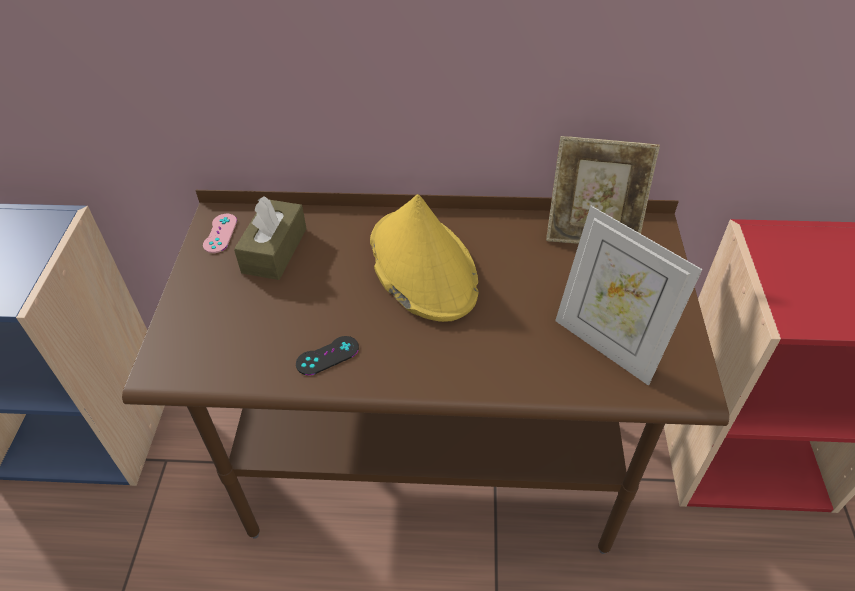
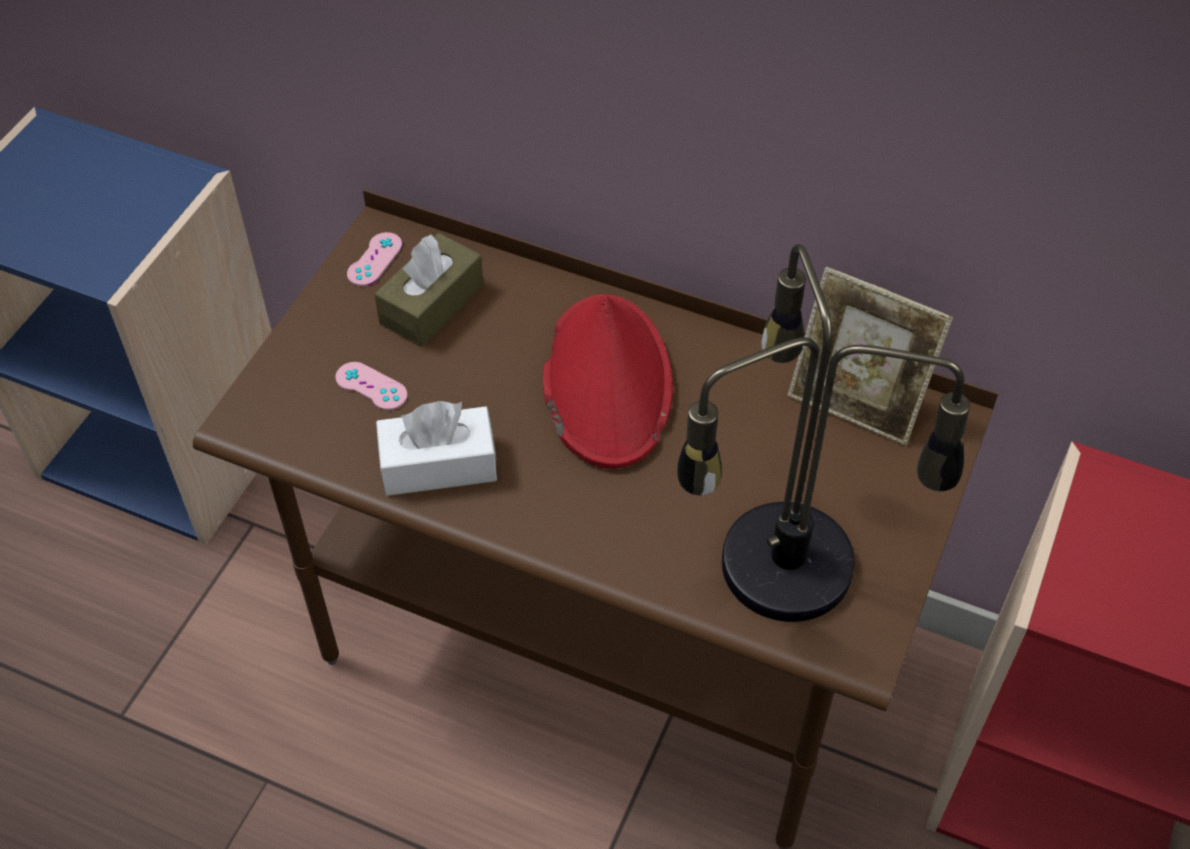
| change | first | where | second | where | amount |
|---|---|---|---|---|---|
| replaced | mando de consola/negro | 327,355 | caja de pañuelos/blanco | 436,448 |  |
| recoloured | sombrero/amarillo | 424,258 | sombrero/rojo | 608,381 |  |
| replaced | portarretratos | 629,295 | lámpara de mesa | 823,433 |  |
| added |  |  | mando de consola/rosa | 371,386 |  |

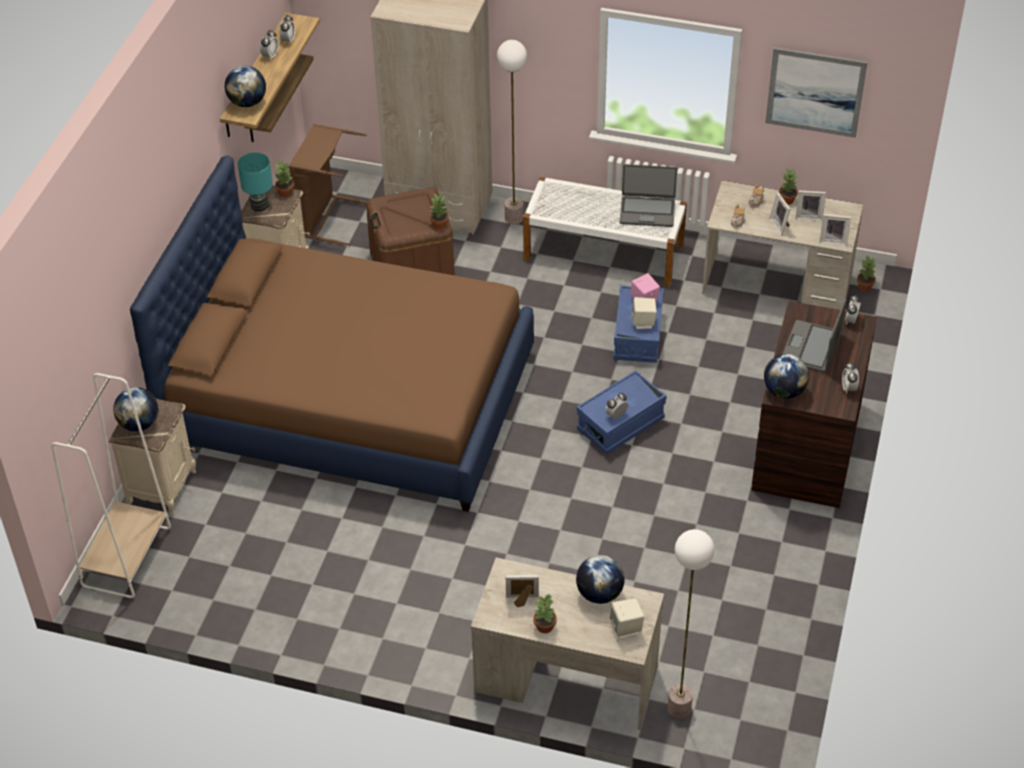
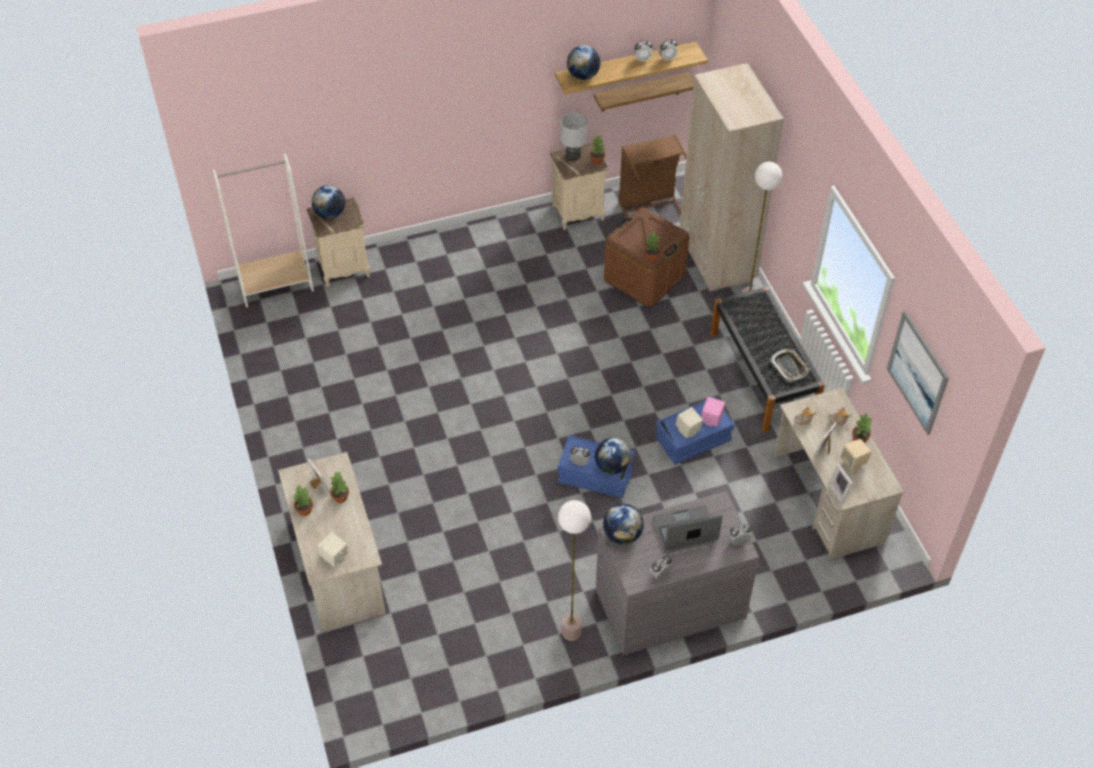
| change | first | where | second | where | amount |
|---|---|---|---|---|---|
| removed | cama/marrón | 332,333 |  |  |  |
| recoloured | lámpara de mesa/turquesa | 255,182 | lámpara de mesa/gris | 574,137 |  |
| recoloured | banco/blanco | 605,231 | banco/negro | 768,359 |  |
| moved | globo terráqueo | 600,579 |  | 613,456 |  |
| replaced | portátil | 648,195 | bandeja | 789,365 |  |
| moved | lámpara de pie | 691,624 |  | 574,570 |  |
| recoloured | cómoda/marrón | 814,404 | cómoda/gris | 677,573 |  |
| replaced | portarretratos | 810,206 | altavoz/beis | 855,455 |  |
| moved | planta en maceta | 866,273 |  | 339,487 |  |

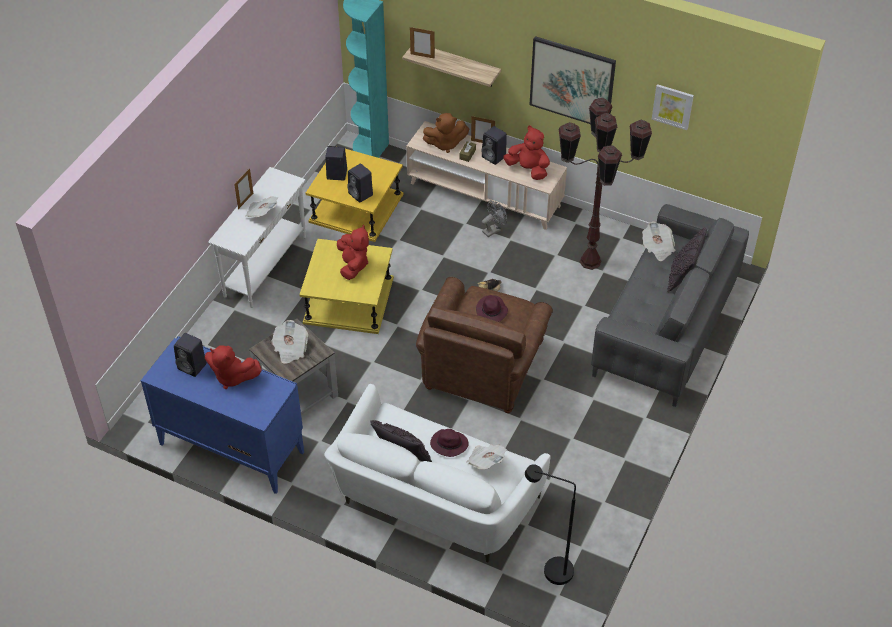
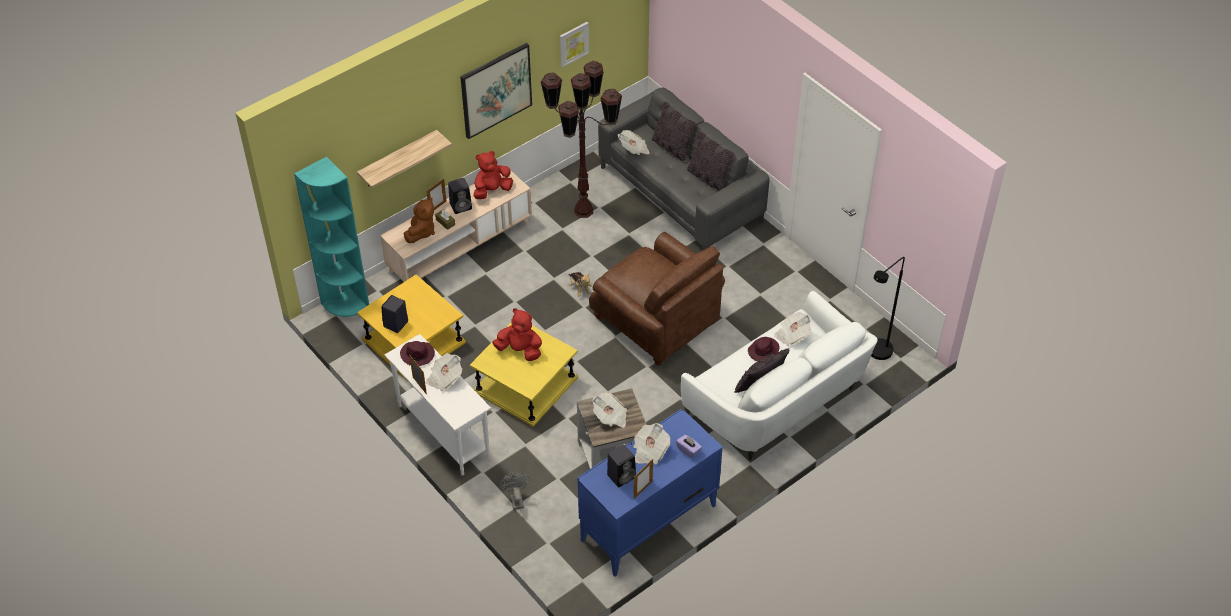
| change | first | where | second | where | amount |
|---|---|---|---|---|---|
| replaced | peluche/rojo | 233,367 | periódico | 651,444 |  |
| removed | altavoz/negro | 360,183 |  |  |  |
| moved | portarretratos | 422,43 |  | 643,479 |  |
| moved | sombrero/morado | 492,308 |  | 417,353 |  |
| moved | ventilador/gris | 494,219 |  | 514,491 |  |
| added |  |  | caja de pañuelos/morado | 689,446 |  |
| added |  |  | cojín/negro | 710,161 |  |

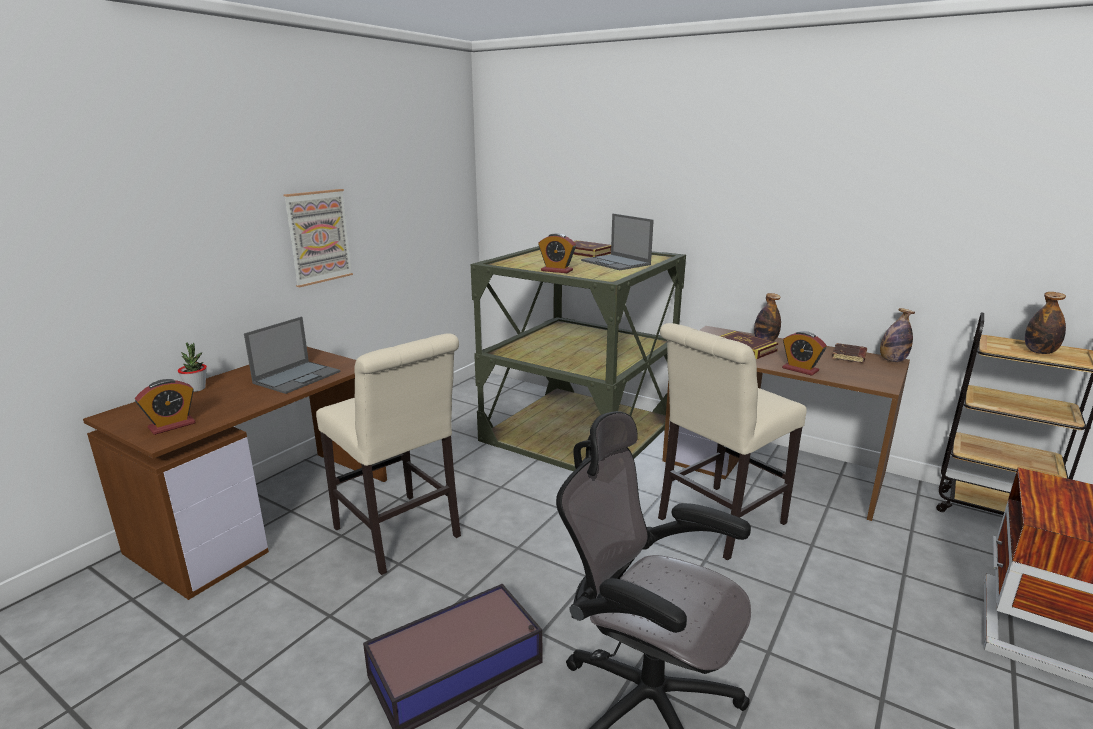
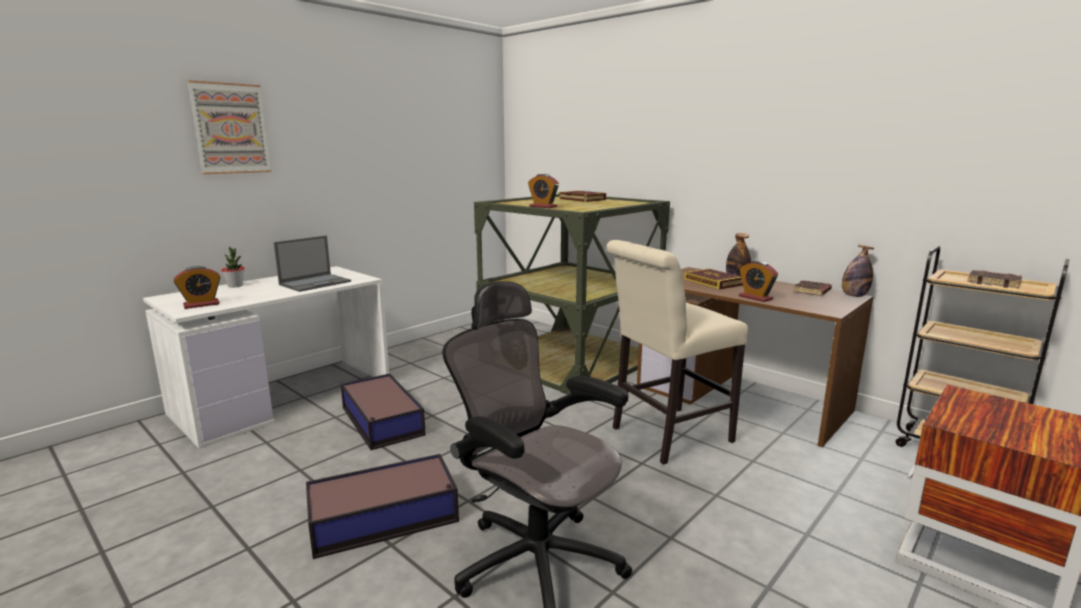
| change | first | where | second | where | amount |
|---|---|---|---|---|---|
| recoloured | escritorio/marrón | 235,473 | escritorio/blanco | 266,357 |  |
| moved | cuadro | 318,238 |  | 229,127 |  |
| replaced | taburete/beis | 388,454 | caja de almacenaje | 383,412 |  |
| removed | portátil | 617,242 |  |  |  |
| replaced | botella | 1045,323 | libro/marrón | 994,279 |  |

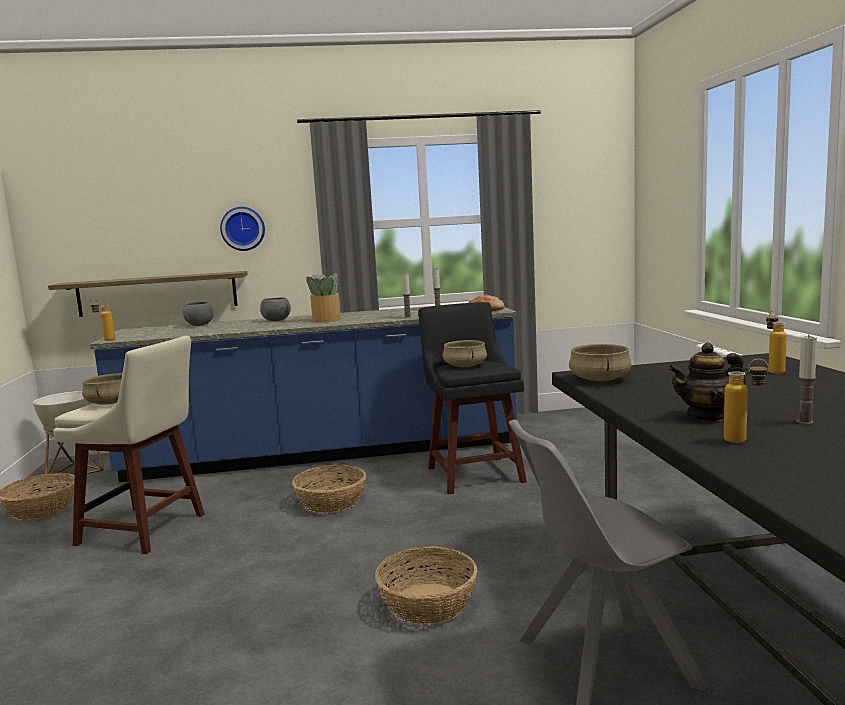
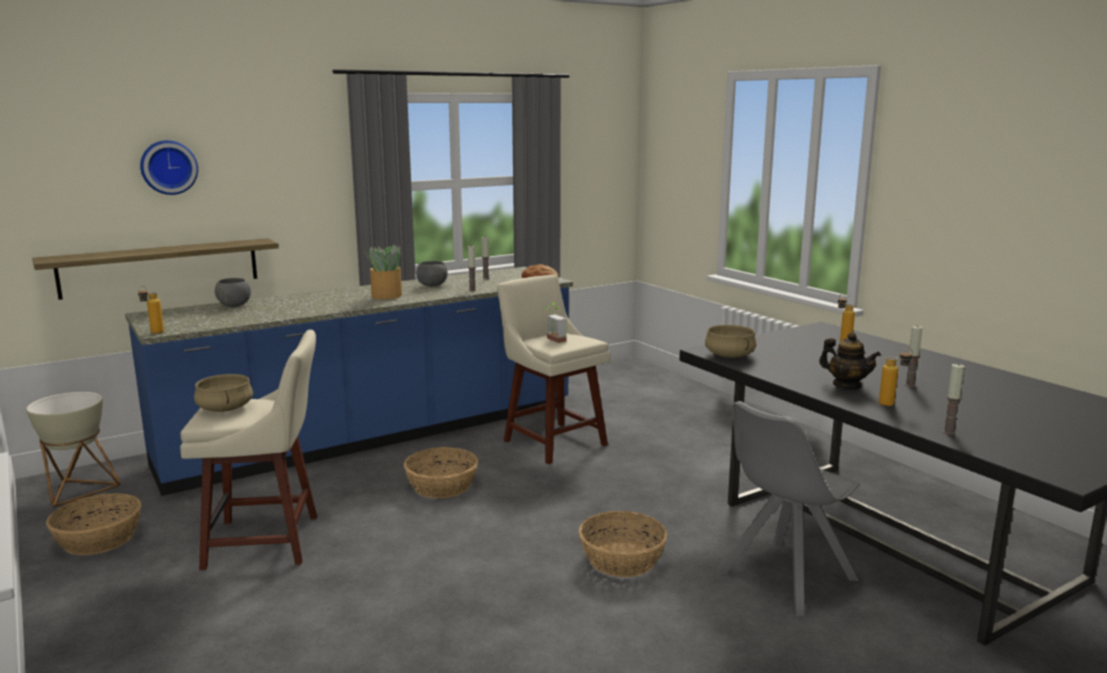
| change | first | where | second | where | amount |
|---|---|---|---|---|---|
| moved | reloj de pared | 242,229 |  | 169,167 |  |
| moved | cuenco/gris | 275,309 |  | 432,273 |  |
| recoloured | taburete/negro | 472,398 | taburete/beis | 553,369 |  |
| replaced | olla/beis | 465,353 | planta en maceta | 555,323 |  |
| turned | tetera | 707,382 |  | 850,360 | 105 degrees counterclockwise |
| added |  |  | vela | 954,399 |  |

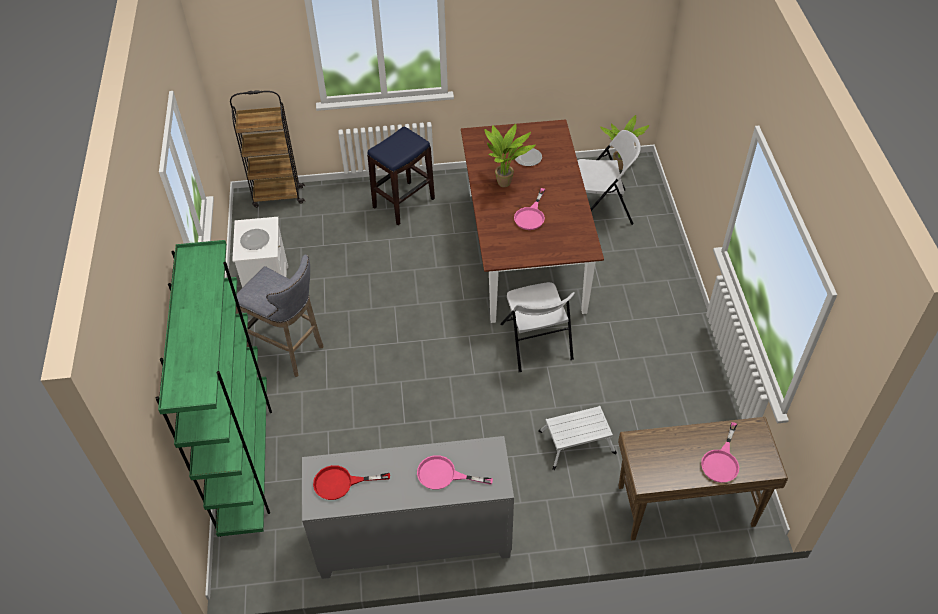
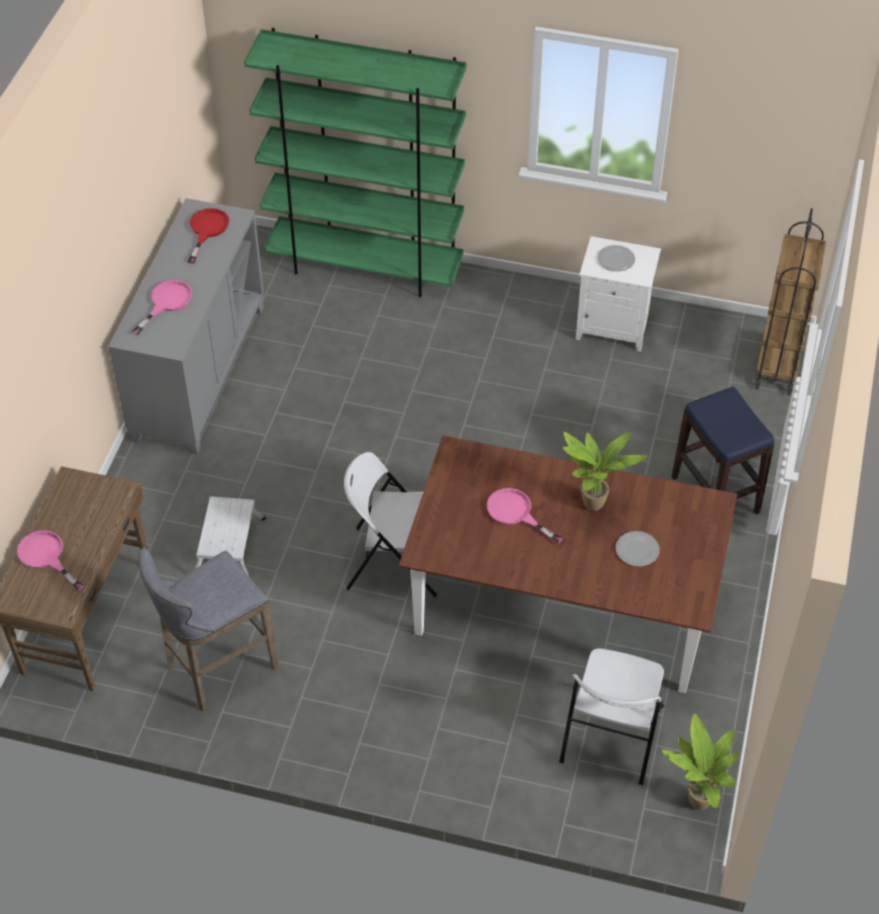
| change | first | where | second | where | amount |
|---|---|---|---|---|---|
| moved | taburete/gris | 279,316 |  | 208,629 |  |

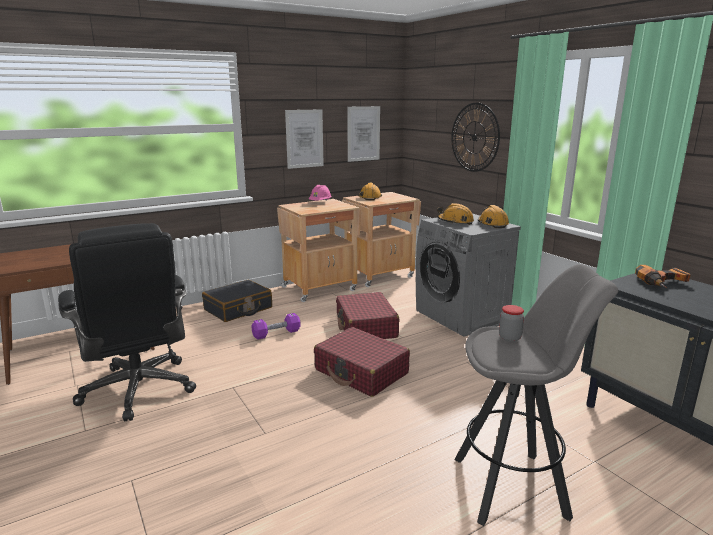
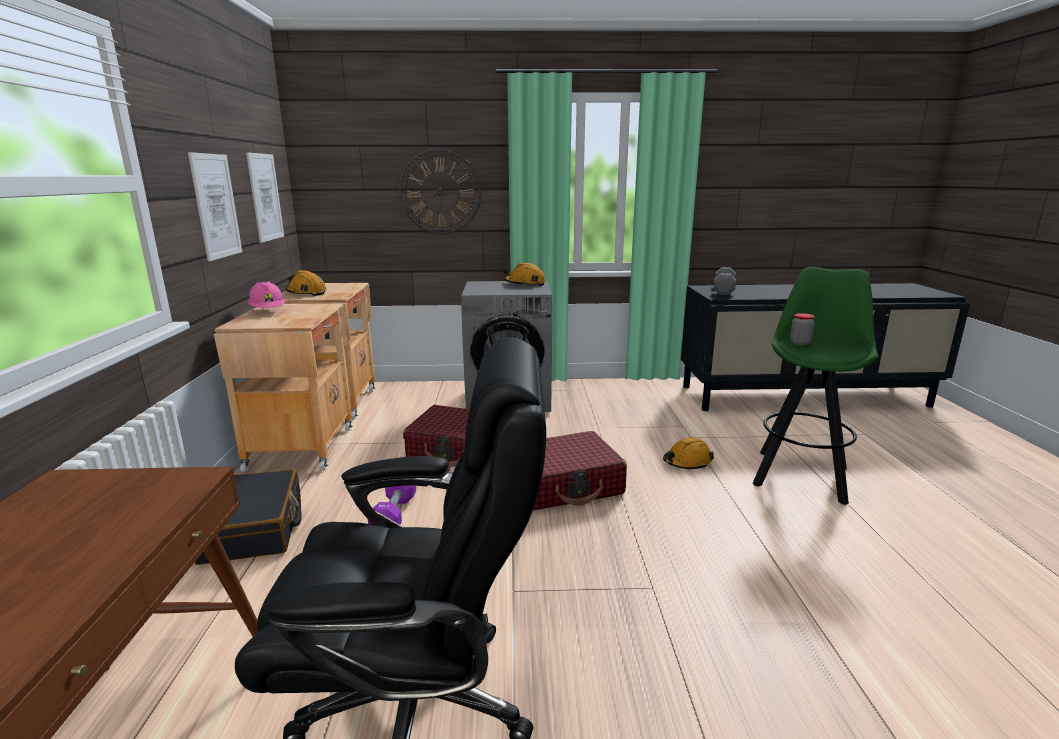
| change | first | where | second | where | amount |
|---|---|---|---|---|---|
| moved | casco/naranja | 455,214 |  | 688,453 |  |
| recoloured | taburete/gris | 536,395 | taburete/verde | 815,386 |  |
| replaced | taladro | 663,276 | mancuerna/gris | 725,281 |  |

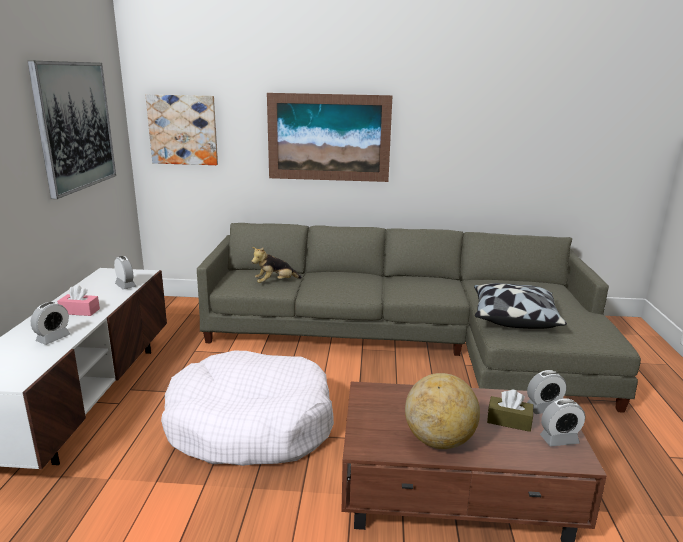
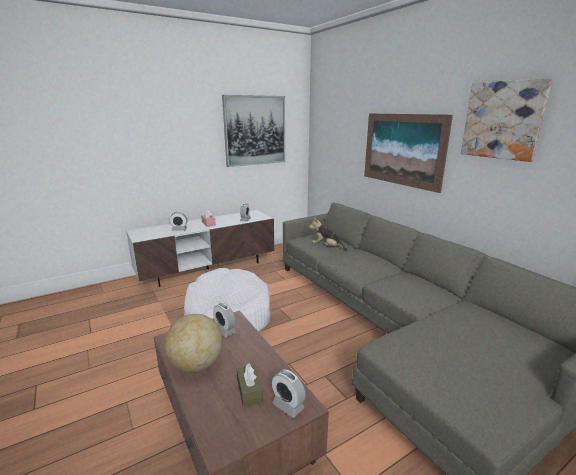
| change | first | where | second | where | amount |
|---|---|---|---|---|---|
| moved | cuadro | 182,129 |  | 507,120 |  |
| removed | cojín | 520,306 |  |  |  |
| moved | despertador | 562,422 |  | 225,320 |  |

